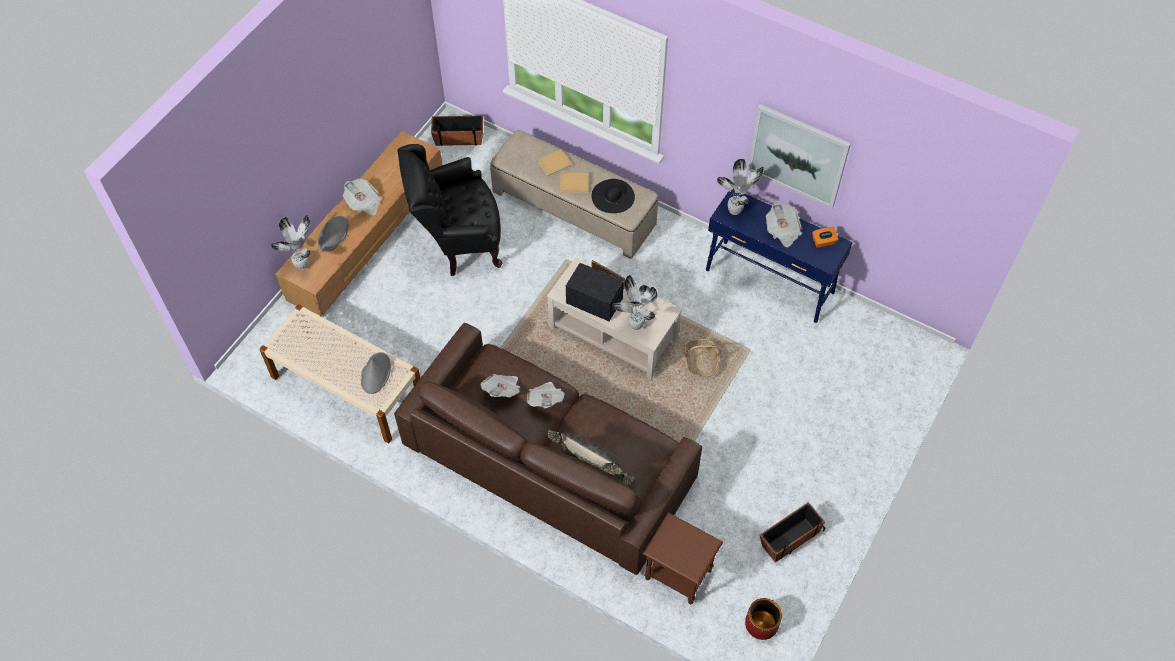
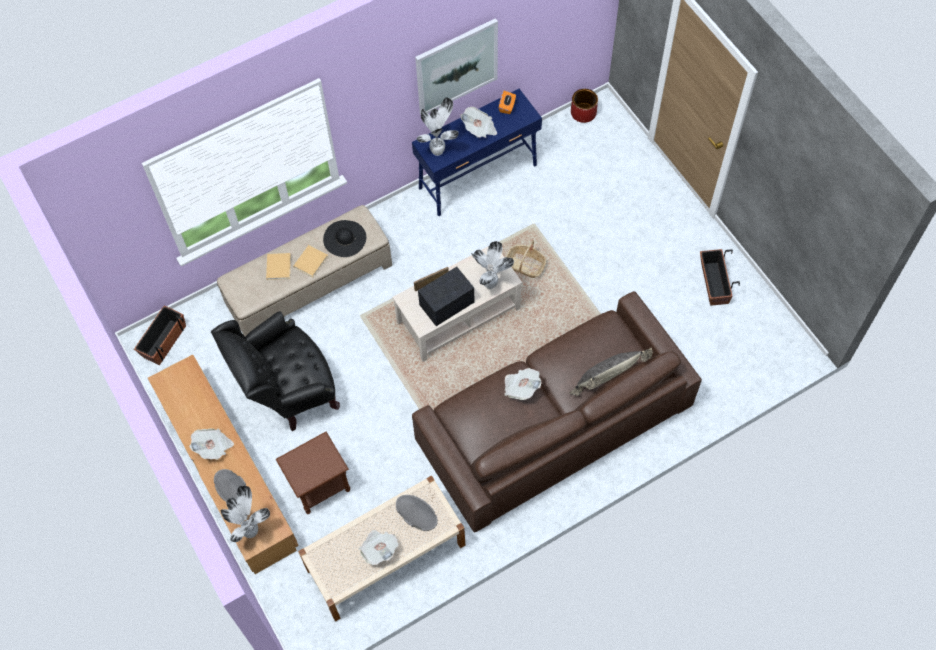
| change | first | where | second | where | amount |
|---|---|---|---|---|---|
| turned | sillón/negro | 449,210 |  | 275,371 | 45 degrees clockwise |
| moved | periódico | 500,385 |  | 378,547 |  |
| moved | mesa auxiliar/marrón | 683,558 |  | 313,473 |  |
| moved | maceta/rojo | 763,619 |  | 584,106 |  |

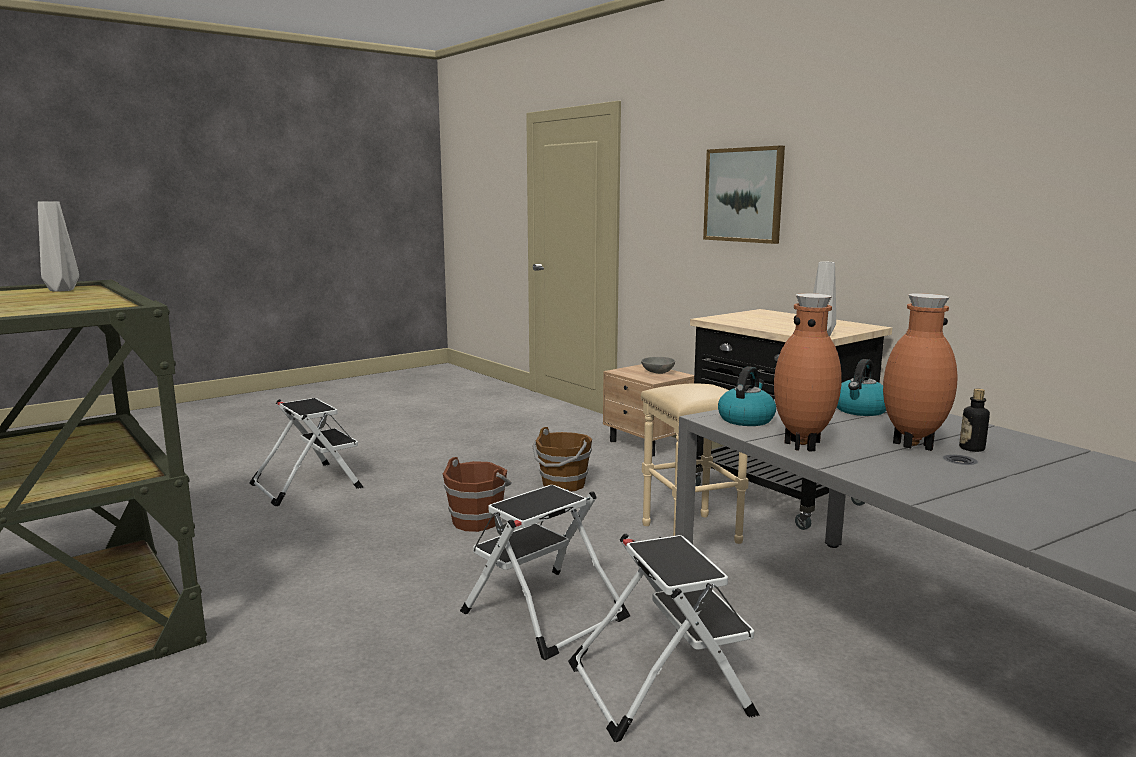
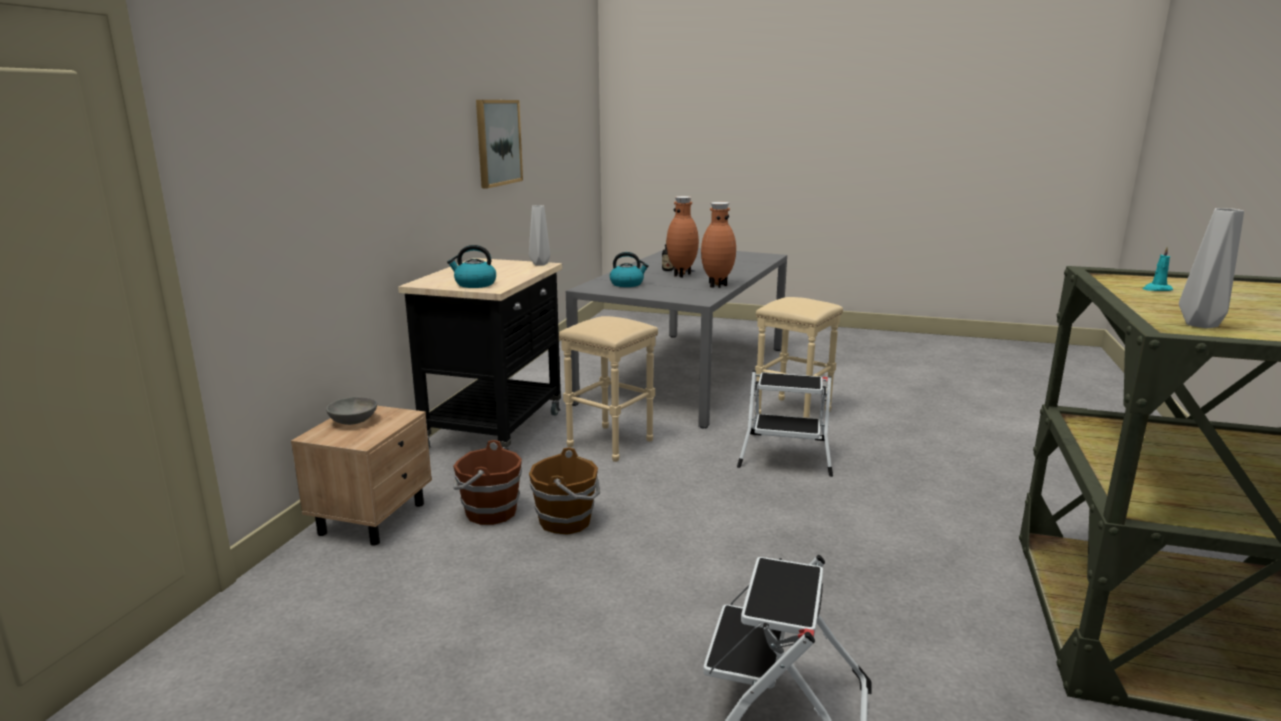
| change | first | where | second | where | amount |
|---|---|---|---|---|---|
| moved | cubo/marrón | 477,494 |  | 487,482 |  |
| replaced | escalera de tijera | 663,638 | taburete/beis | 799,357 |  |
| moved | cuadro | 744,194 |  | 499,144 |  |
| moved | hervidor | 747,396 |  | 471,266 |  |
| added |  |  | vela/turquesa | 1157,269 |  |

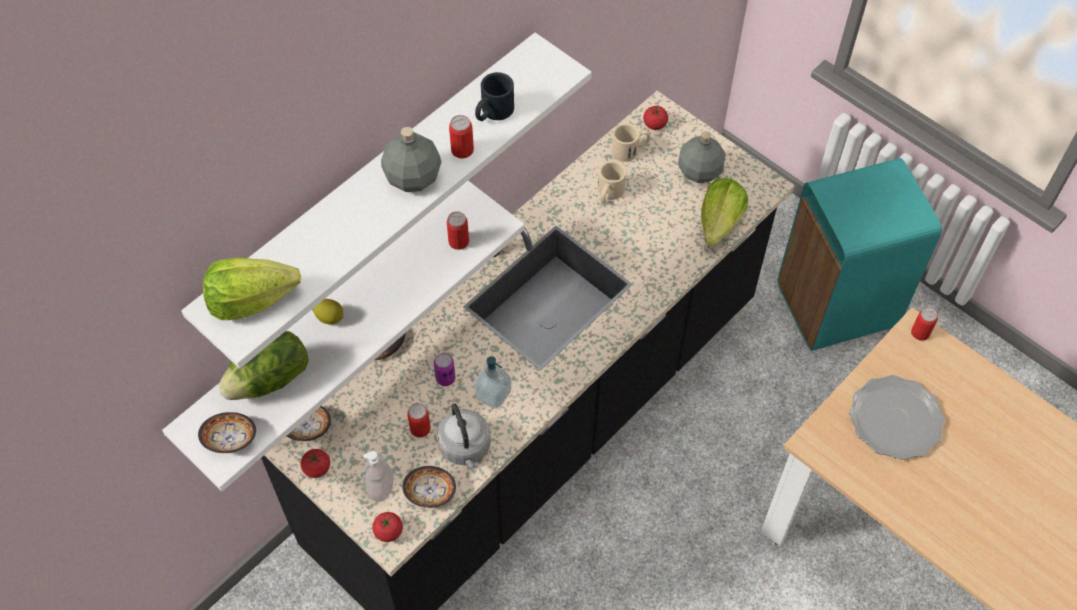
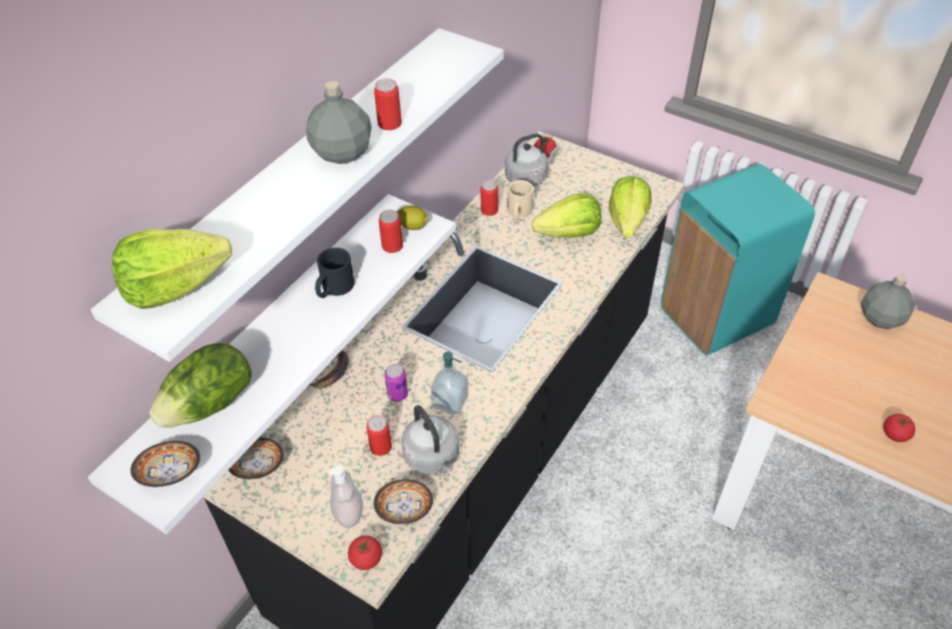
| change | first | where | second | where | amount |
|---|---|---|---|---|---|
| moved | tomate | 315,463 |  | 899,428 |  |
| moved | limón | 327,312 |  | 412,217 |  |
| moved | taza grande/negro | 494,96 |  | 335,273 |  |
| replaced | taza grande/beis | 631,142 | hervidor/gris | 532,160 |  |
| moved | botella/gris | 701,157 |  | 888,302 |  |
| removed | plato | 897,417 |  |  |  |
| moved | lata | 924,324 |  | 489,198 |  |
| added |  |  | lechuga | 566,215 |  |

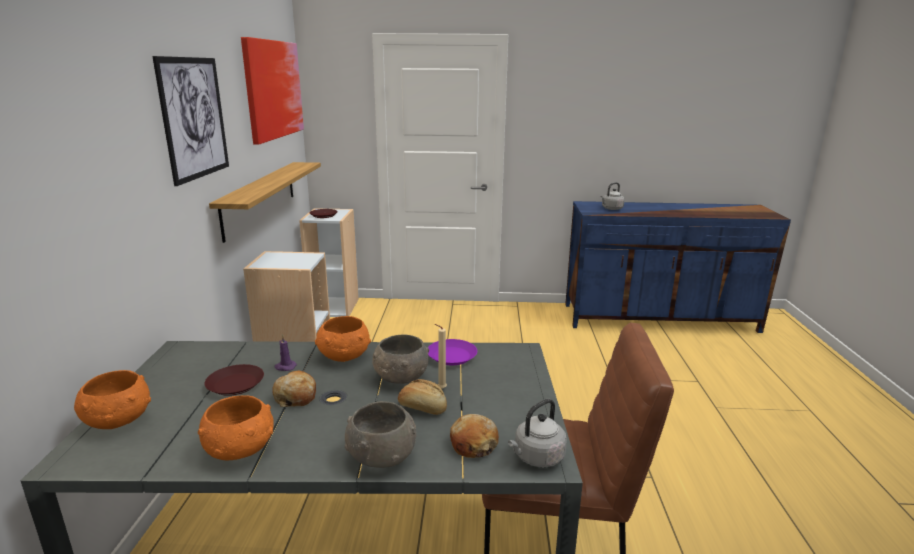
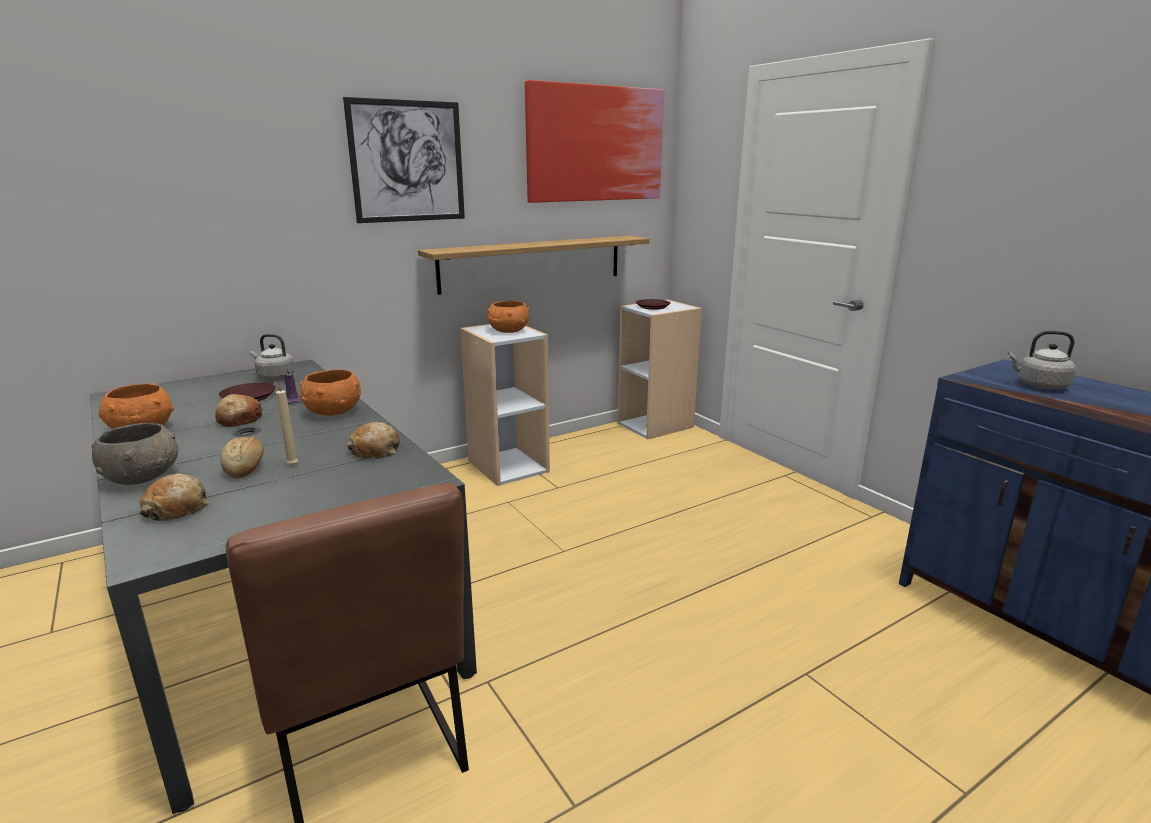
| change | first | where | second | where | amount |
|---|---|---|---|---|---|
| moved | cuenco/naranja | 112,399 |  | 509,317 |  |
| removed | cuenco/gris | 400,359 |  |  |  |
| replaced | plato/morado | 452,352 | pan | 373,440 |  |
| moved | hervidor/gris | 537,433 |  | 273,357 |  |

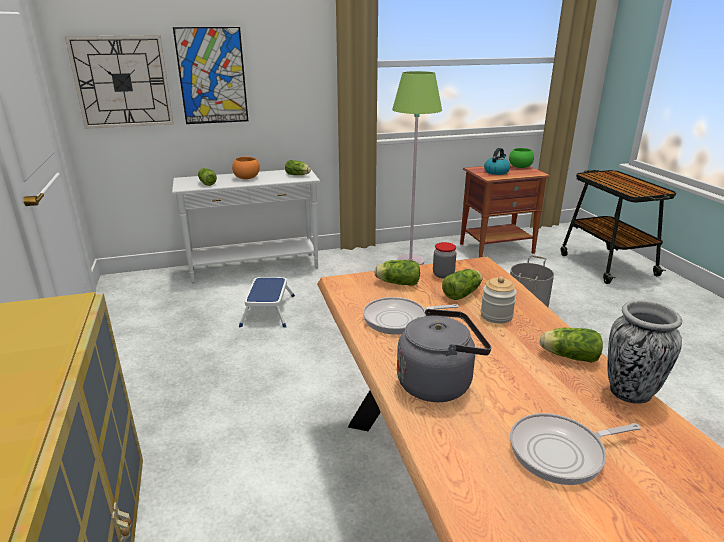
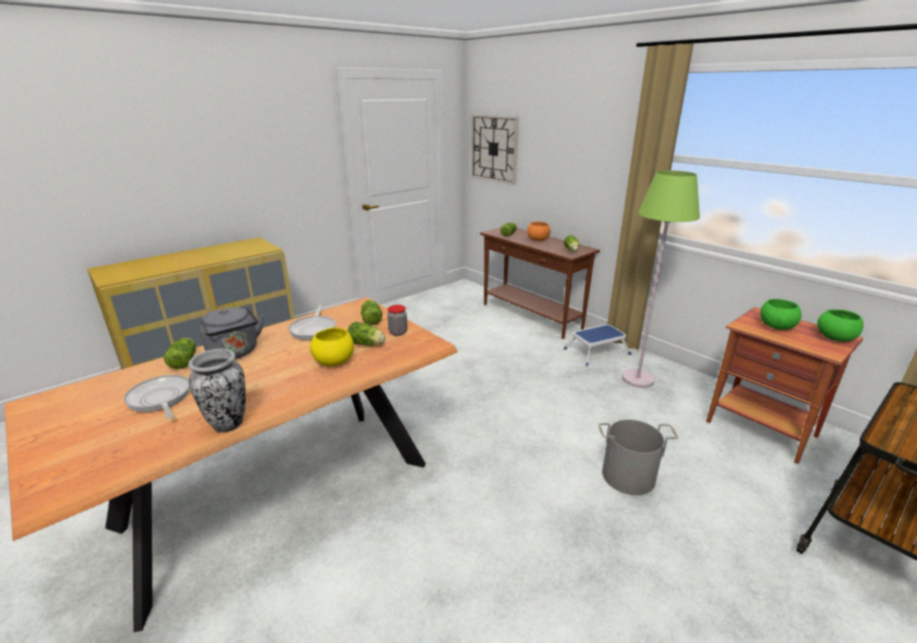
| change | first | where | second | where | amount |
|---|---|---|---|---|---|
| recoloured | mesa consola/blanco | 246,226 | mesa consola/marrón | 540,283 |  |
| removed | cuadro | 210,75 |  |  |  |
| moved | escalera de tijera/azul | 267,302 |  | 597,345 |  |
| turned | sartén | 410,315 |  | 312,322 | 150 degrees counterclockwise |
| replaced | tarro | 499,300 | cuenco/amarillo | 332,346 |  |
| replaced | hervidor | 497,161 | cuenco/verde | 781,314 |  |
| moved | lechuga | 571,345 |  | 180,353 |  |

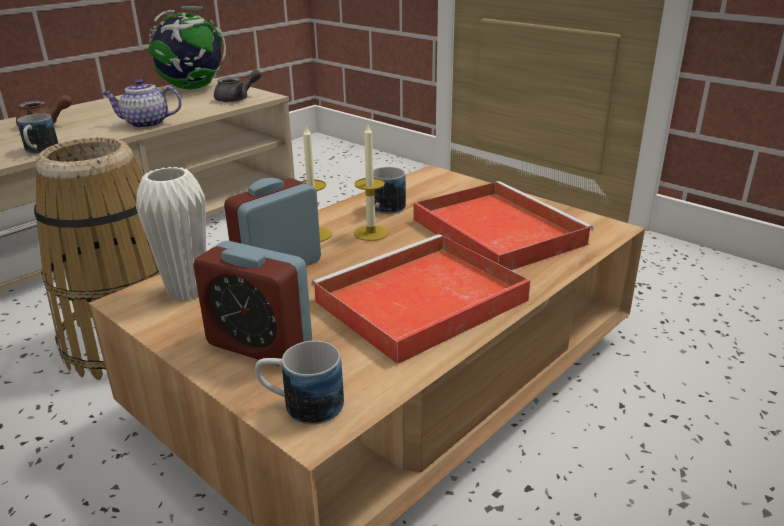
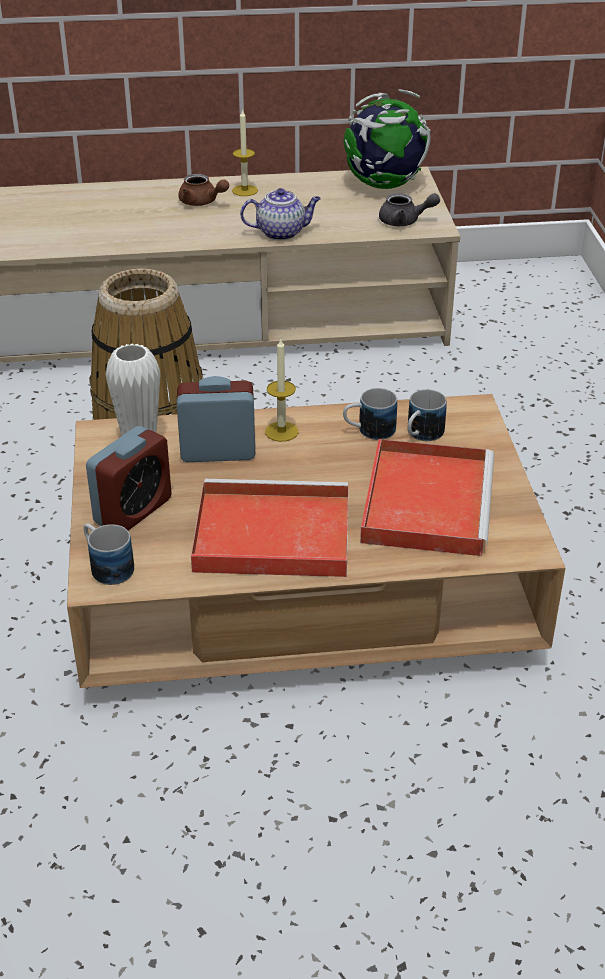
| change | first | where | second | where | amount |
|---|---|---|---|---|---|
| moved | taza grande | 37,134 |  | 427,415 |  |
| turned | tetera | 142,103 |  | 280,214 | 135 degrees clockwise |
| turned | despertador | 252,303 |  | 129,478 | 120 degrees counterclockwise |
| moved | vela | 371,183 |  | 245,152 |  |

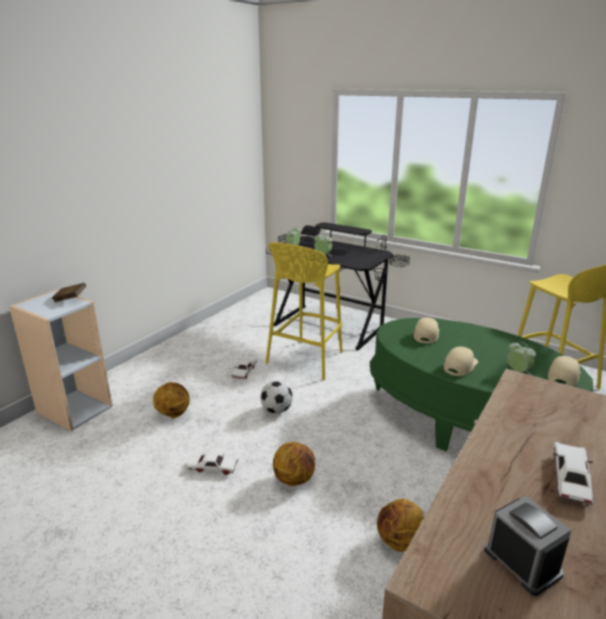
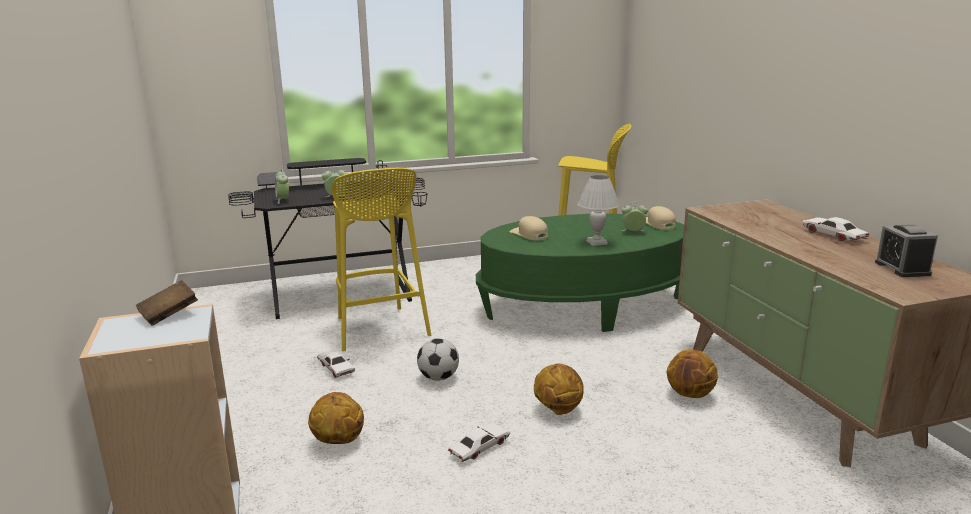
| change | first | where | second | where | amount |
|---|---|---|---|---|---|
| replaced | gorra/beis | 461,361 | lámpara de mesa/blanco | 598,210 |  |
| turned | despertador | 527,546 |  | 906,251 | 105 degrees counterclockwise |

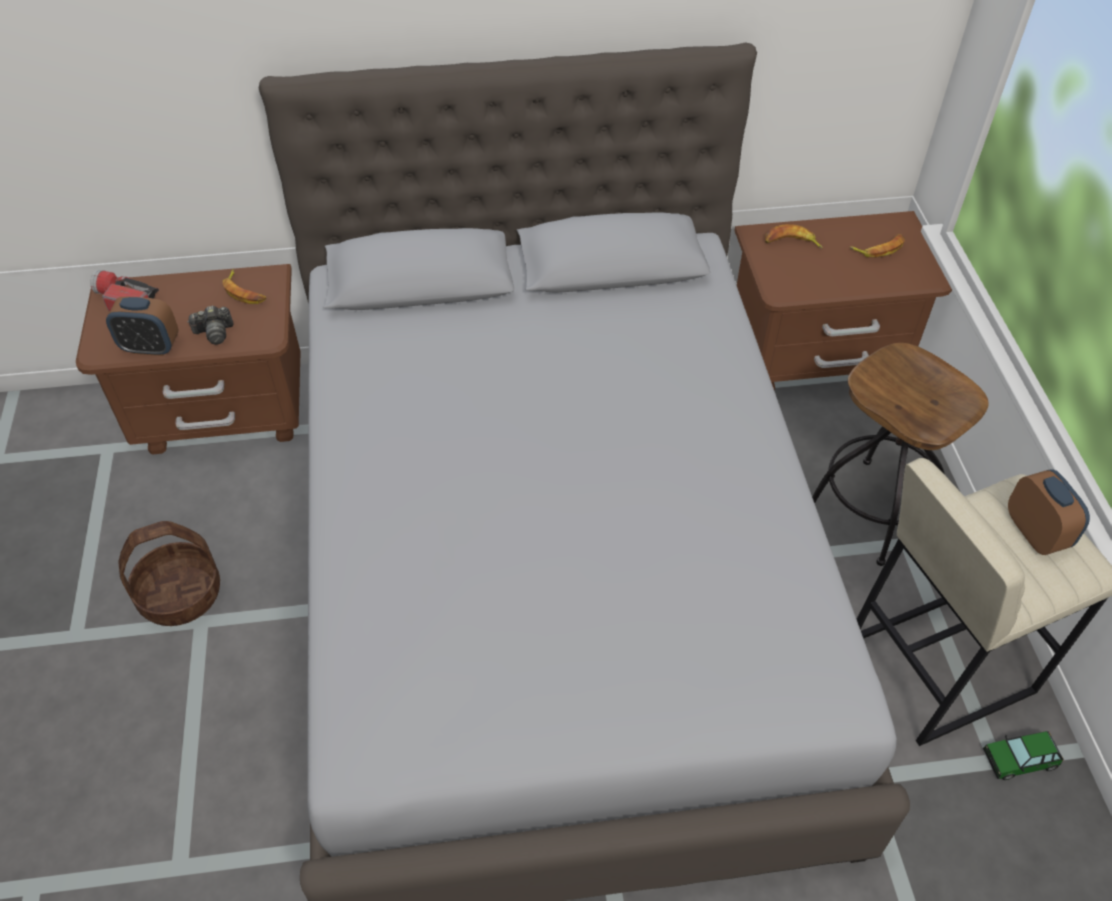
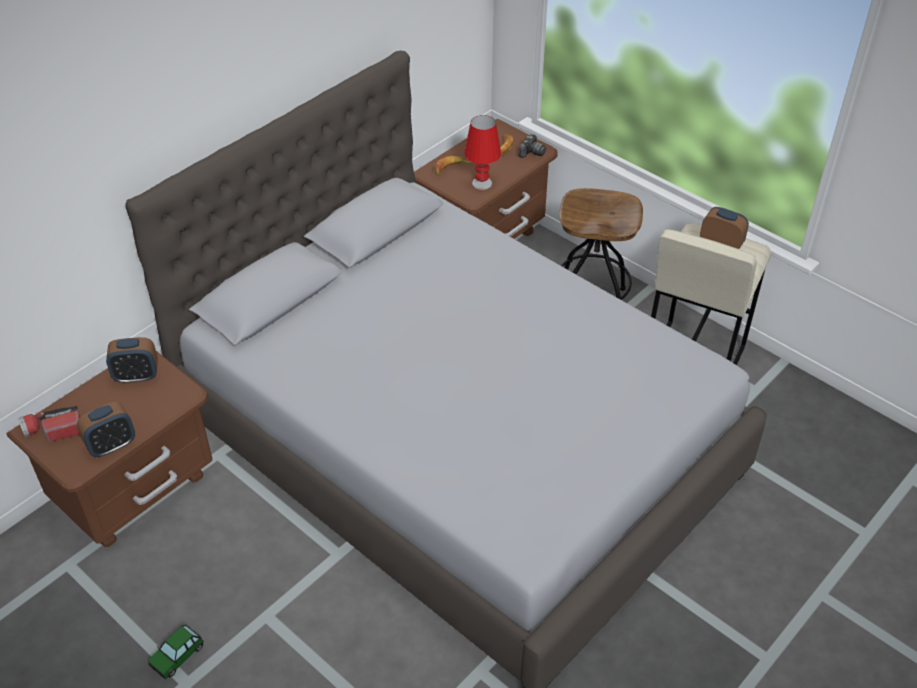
| change | first | where | second | where | amount |
|---|---|---|---|---|---|
| removed | cesta | 169,573 |  |  |  |
| moved | cámara | 210,325 |  | 532,146 |  |
| replaced | plátano | 244,286 | despertador | 132,360 |  |
| moved | coche de juguete | 1023,755 |  | 176,652 |  |
| added |  |  | lámpara de mesa/rojo | 482,152 |  |

